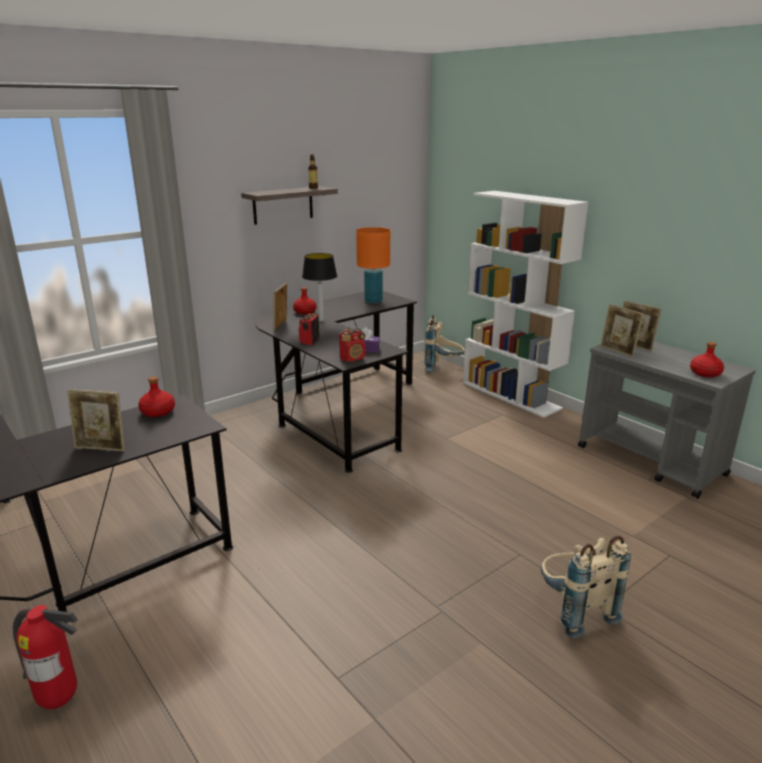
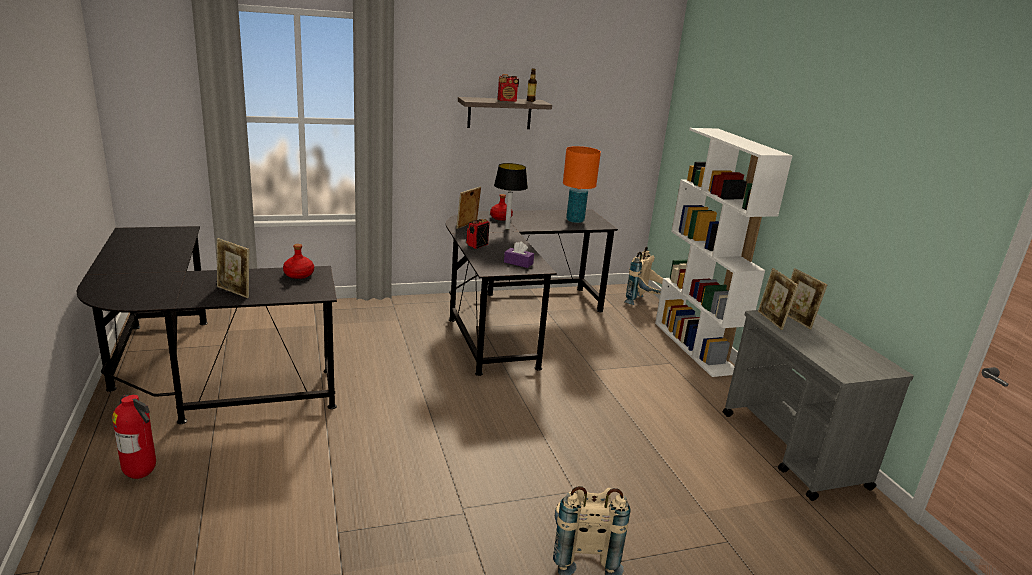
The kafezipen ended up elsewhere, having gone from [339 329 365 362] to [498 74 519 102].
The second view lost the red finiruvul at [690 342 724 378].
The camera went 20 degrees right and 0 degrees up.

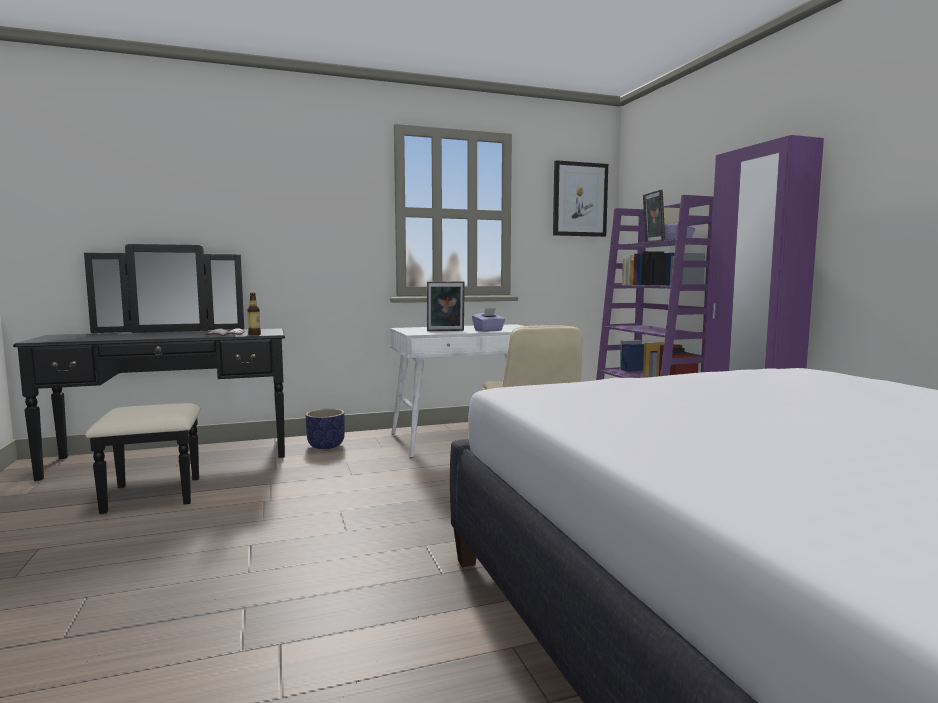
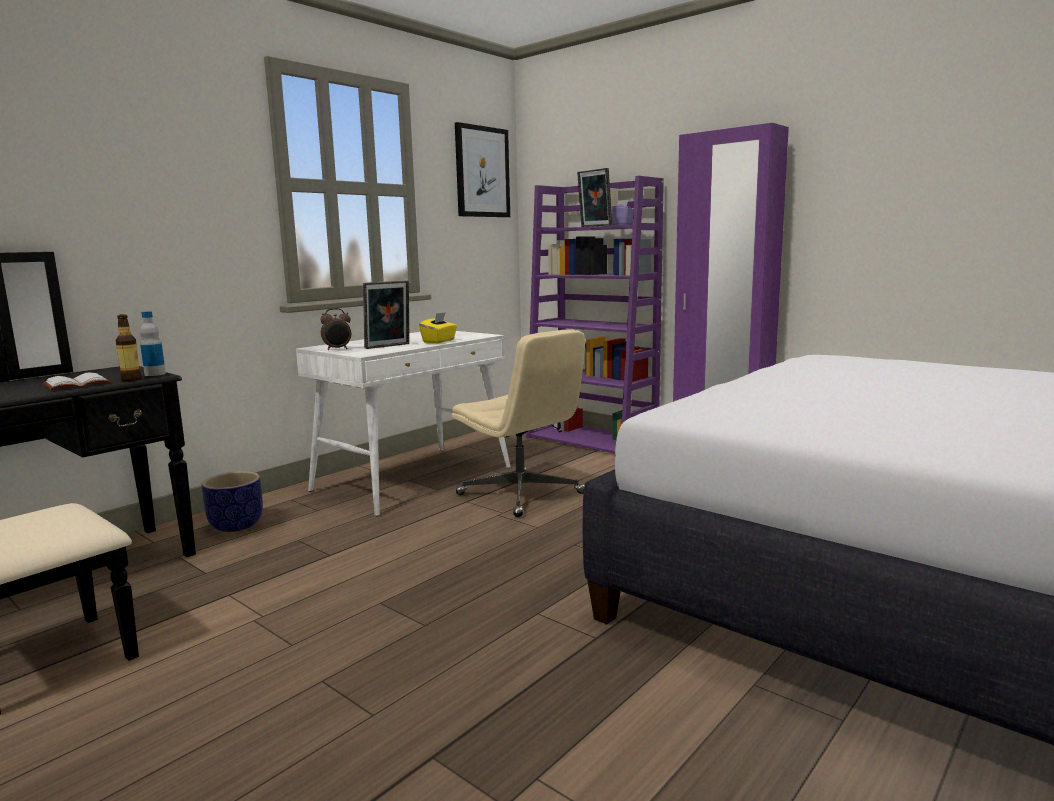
The second view gained the finiruvul at [140 311 166 376].
The second view gained the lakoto at [321 308 351 350].
What was the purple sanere at [472 308 505 332] turned into the yellow sanere at [419 312 457 343].
The camera went 30 degrees left and 5 degrees up.

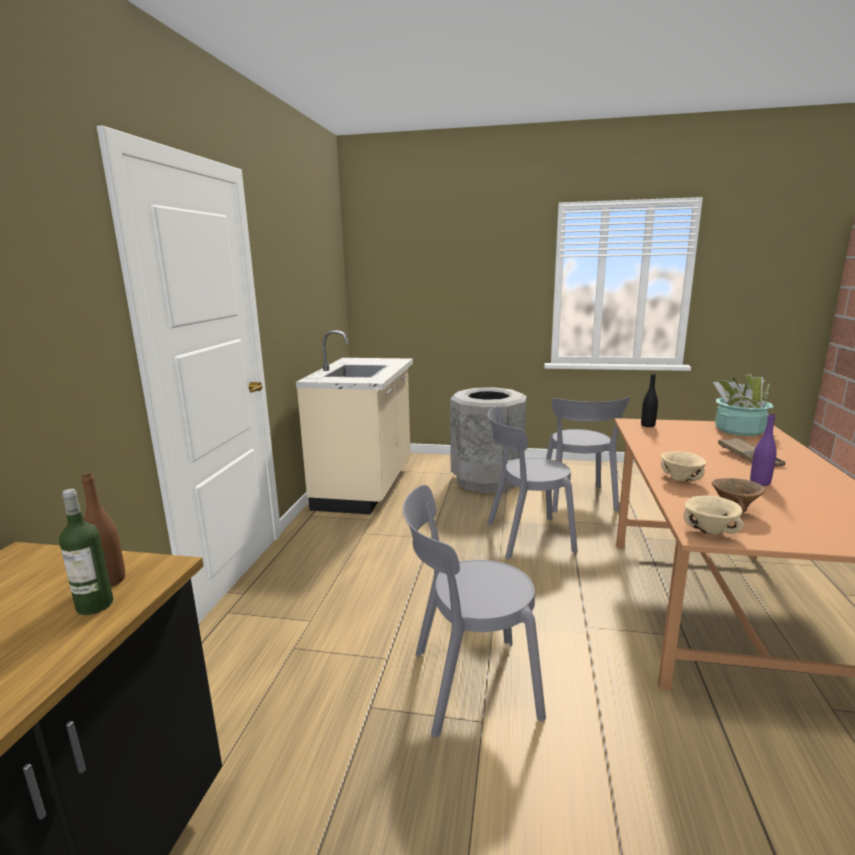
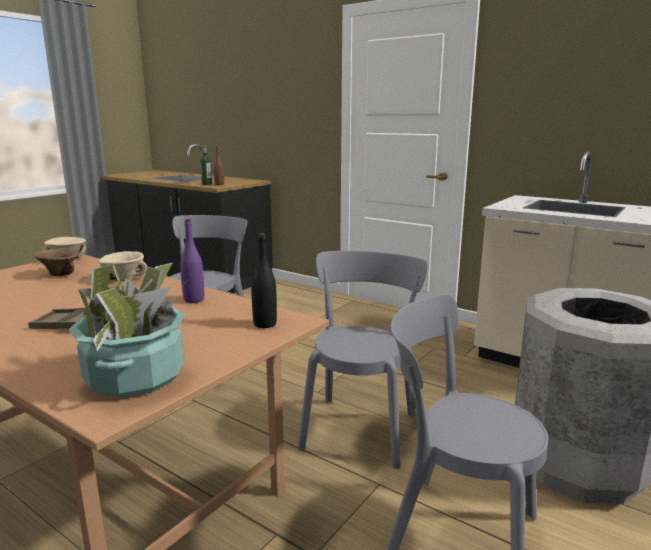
The purple finiruvul ended up elsewhere, having gone from [750 413 777 486] to [180 219 204 303].
The camera went 115 degrees right and 0 degrees up.

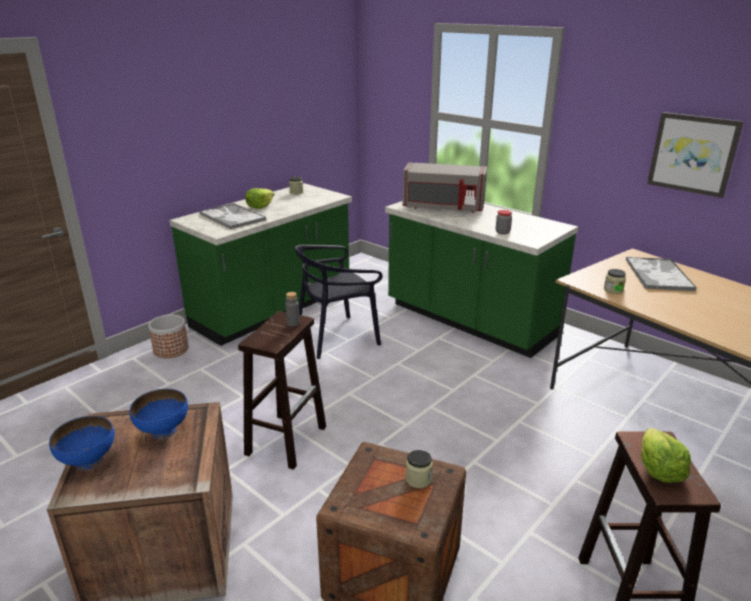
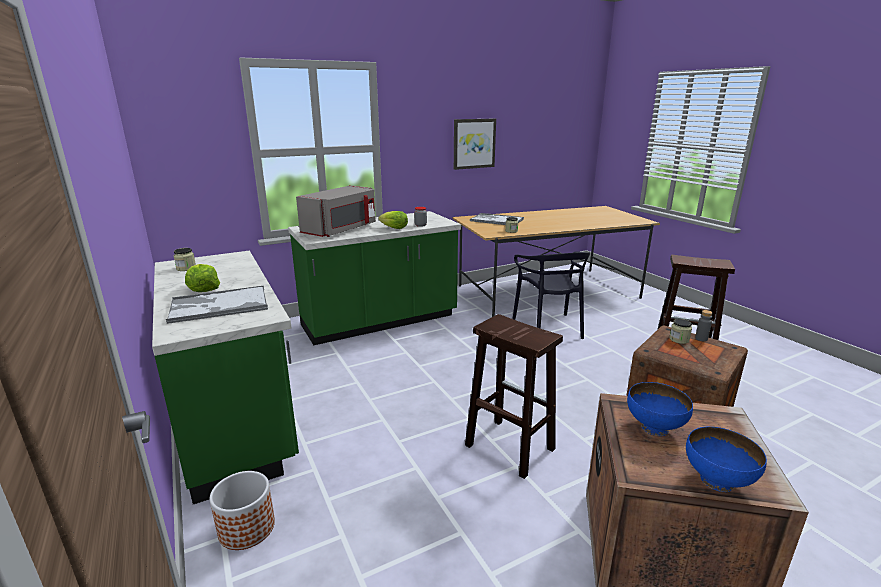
The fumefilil ended up elsewhere, having gone from [641 428 691 483] to [379 211 408 229].
The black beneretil ended up elsewhere, having gone from [294 245 383 359] to [512 251 590 339].
The grey finiruvul ended up elsewhere, having gone from [285 292 300 327] to [695 310 713 341].
The camera went 70 degrees left and 5 degrees down.

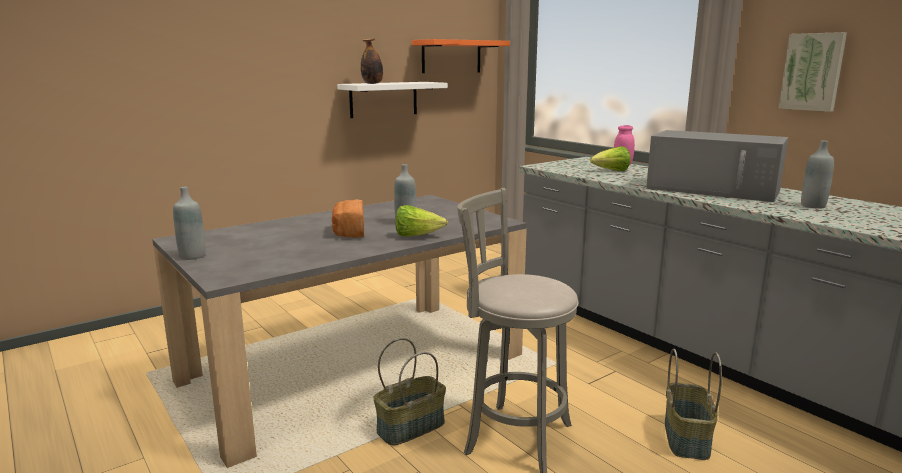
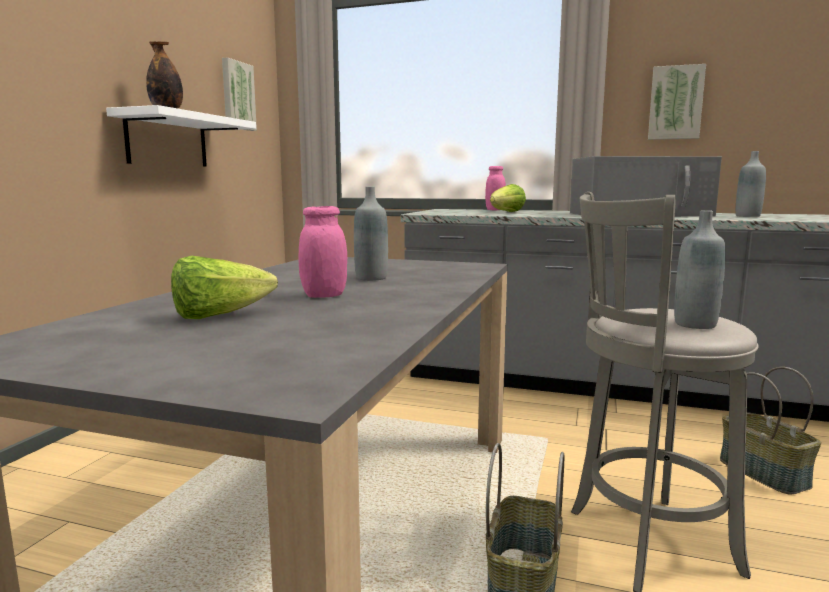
The fumefilil ended up elsewhere, having gone from [395 205 448 237] to [171 256 278 319].
Where the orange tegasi hung at [412 39 510 73], the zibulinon came to hang at [222 57 257 131].
Where the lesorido stood at [332 199 364 238], the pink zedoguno came to stand at [298 206 347 298].
The grey finiruvul ended up elsewhere, having gone from [173 187 205 260] to [674 210 726 329].
The camera went 35 degrees left and 5 degrees down.

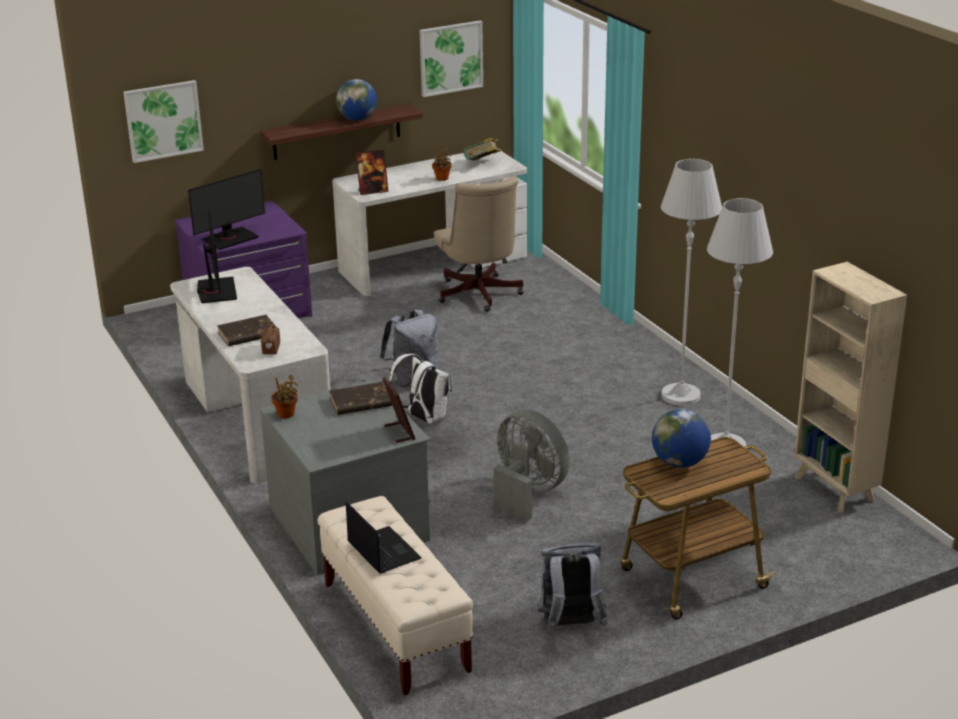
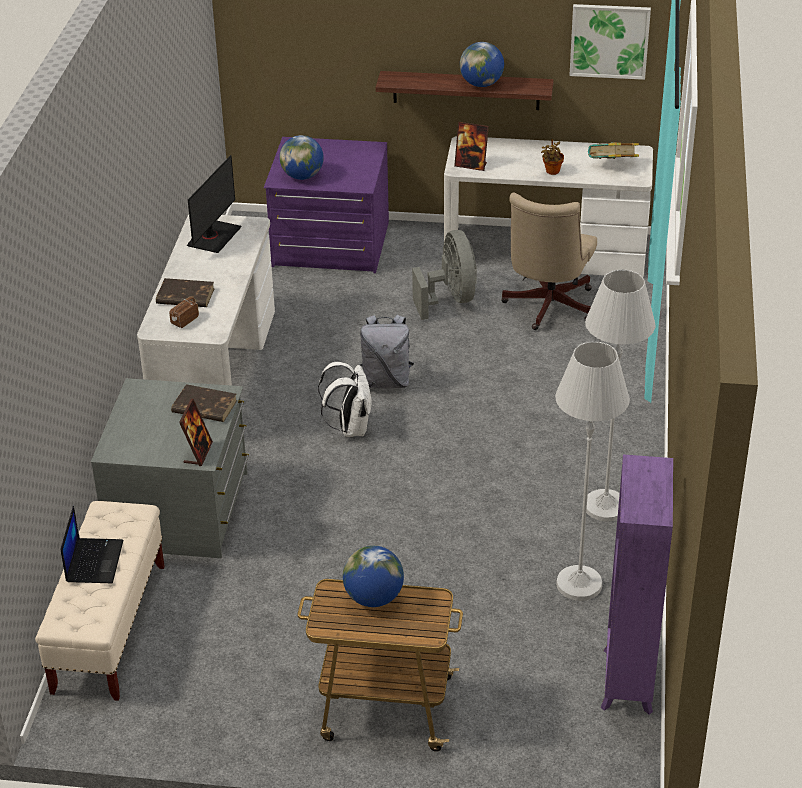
Where the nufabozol stood at [188 169 265 250], the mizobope came to stand at [279 135 324 180].
The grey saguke ended up elsewhere, having gone from [493 410 570 522] to [412 230 477 320].
What was the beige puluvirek at [794 262 907 512] turned into the purple puluvirek at [601 454 673 714].
The second view lost the zibulinon at [123 80 204 163].
The second view lost the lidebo at [271 375 298 418].
The second view lost the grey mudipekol at [538 542 608 630].
The camera went 35 degrees right and 10 degrees up.

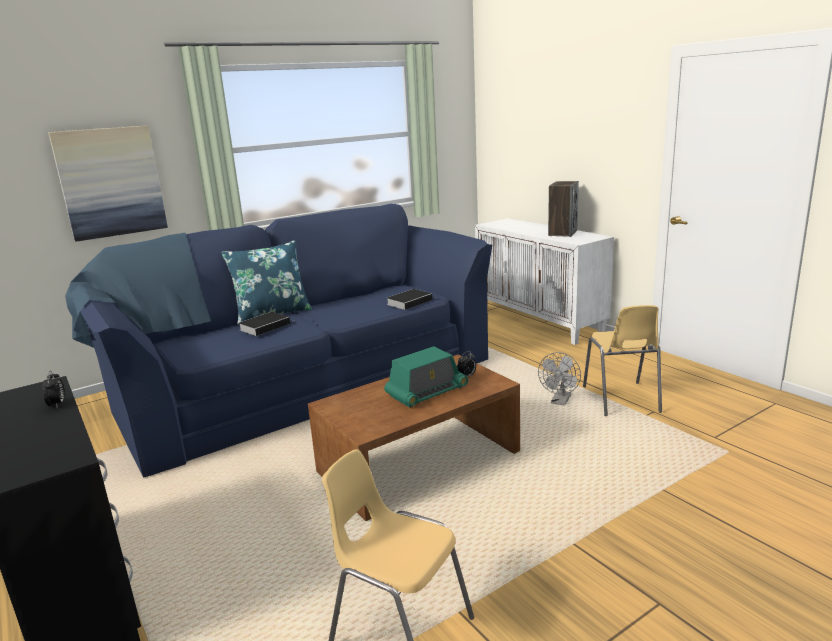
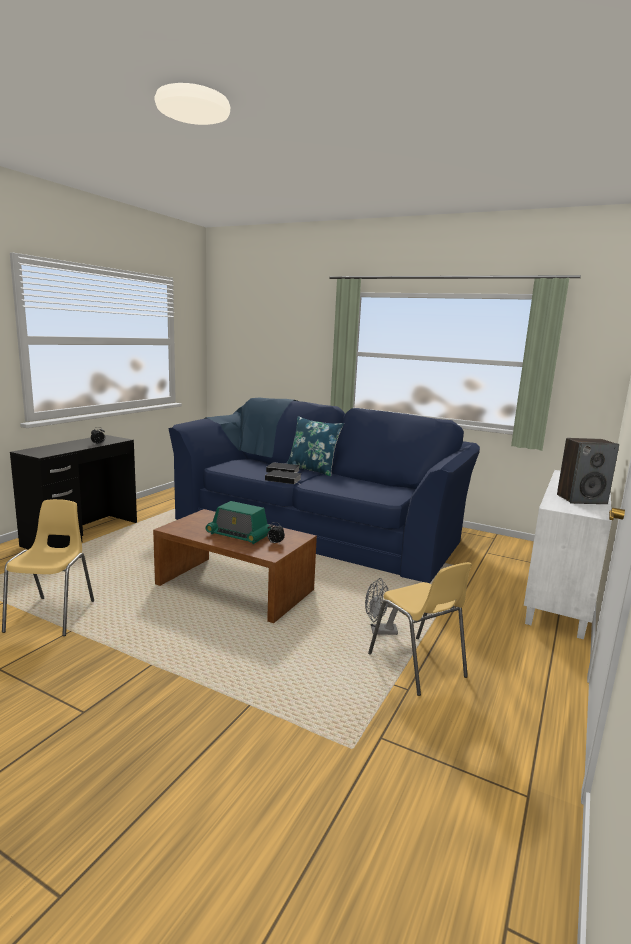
The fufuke ended up elsewhere, having gone from [387 289 432 310] to [265 470 301 484].
The yellow beneretil at [583 305 662 416] ended up facing another way, 90 degrees counterclockwise from before.
The second view lost the zibulinon at [49 125 168 242].
The camera went 60 degrees right and 5 degrees down.

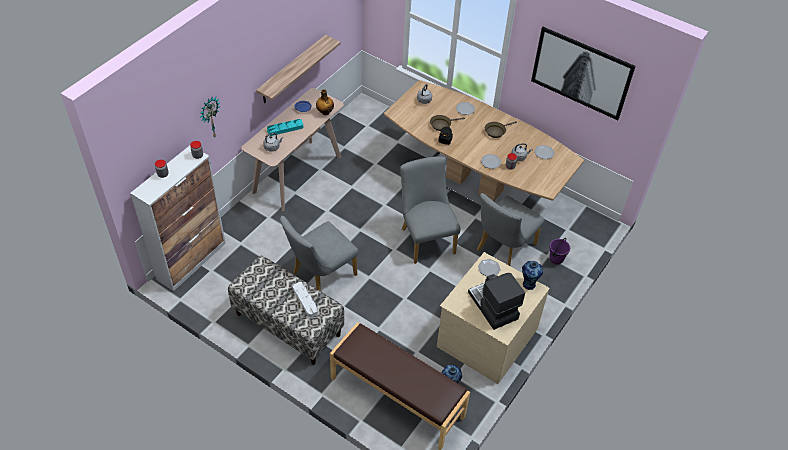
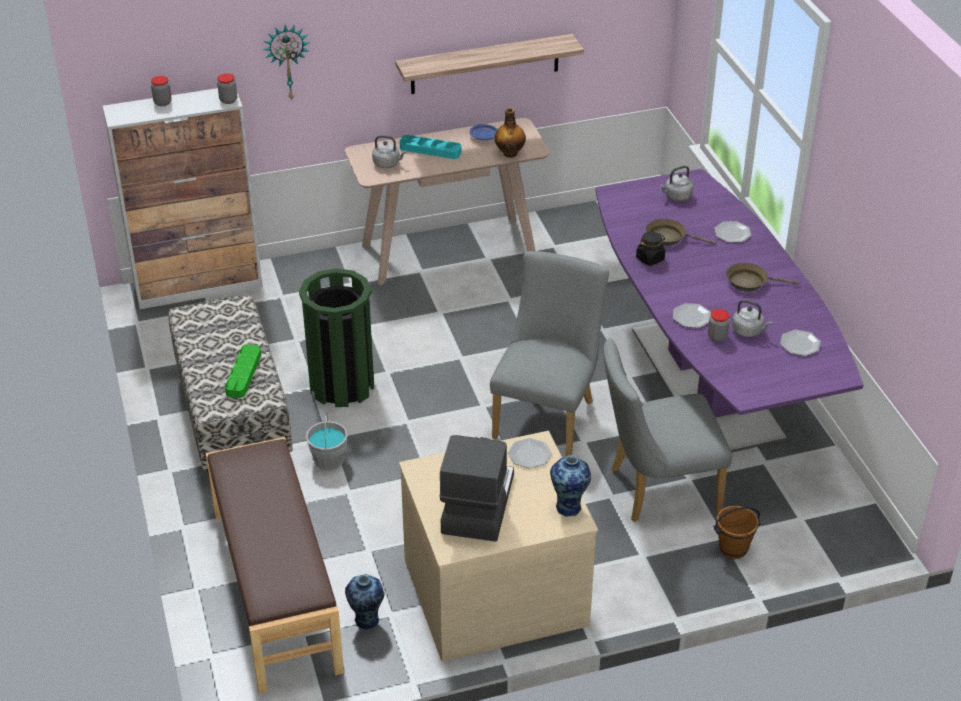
What was the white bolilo at [293 282 318 317] turned into the green bolilo at [225 344 261 398].
Where the grey beneretil stood at [280 216 358 291], the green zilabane came to stand at [299 268 374 407].
The second view gained the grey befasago at [306 413 348 470].
What was the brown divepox at [384 80 584 207] turned into the purple divepox at [595 169 863 452].
What was the purple befasago at [549 238 570 265] turned into the brown befasago at [713 506 761 559].
The second view lost the zibulinon at [531 27 636 120].
The camera went 40 degrees right and 10 degrees down.

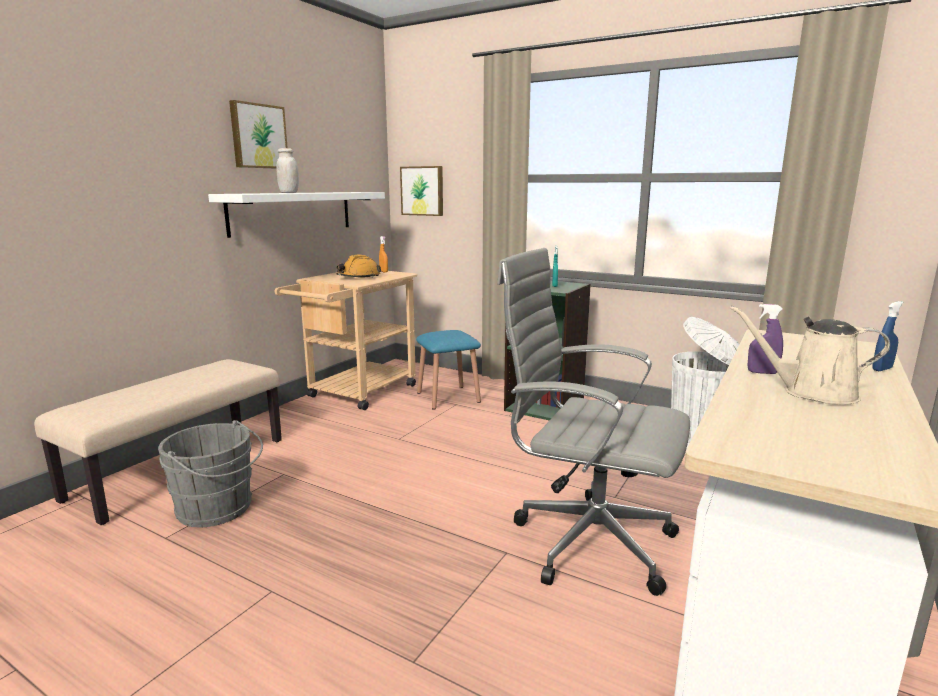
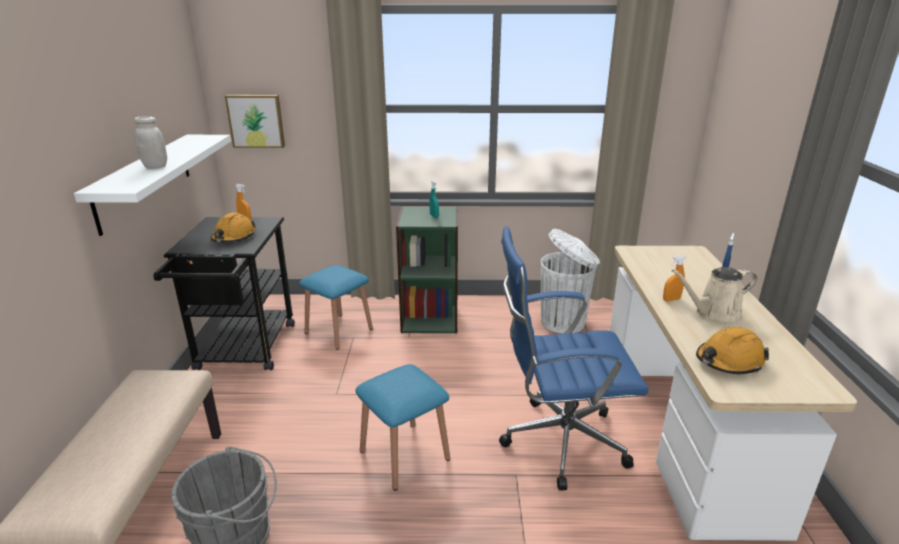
What was the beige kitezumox at [275 271 417 410] turned into the black kitezumox at [154 217 295 371].
The second view gained the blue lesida at [355 364 450 490].
What was the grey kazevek at [497 248 690 596] turned into the blue kazevek at [499 226 649 491].
What was the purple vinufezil at [747 304 783 374] turned into the orange vinufezil at [663 255 686 301].
The second view gained the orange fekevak at [696 327 769 374].
The second view lost the zibulinon at [229 100 288 169].
The camera went 30 degrees left and 10 degrees up.

